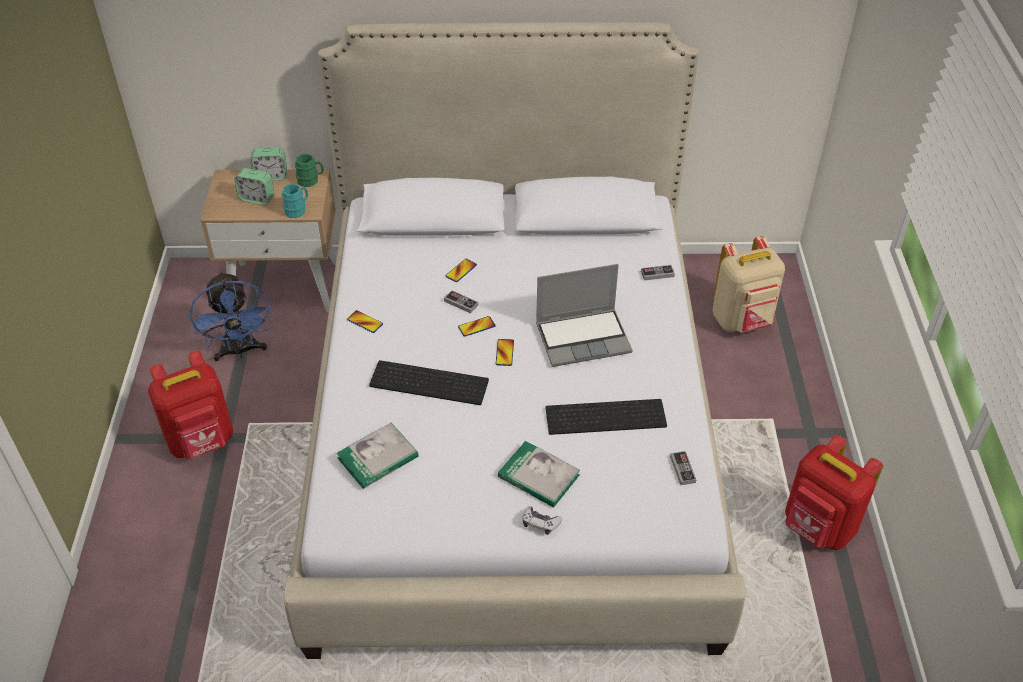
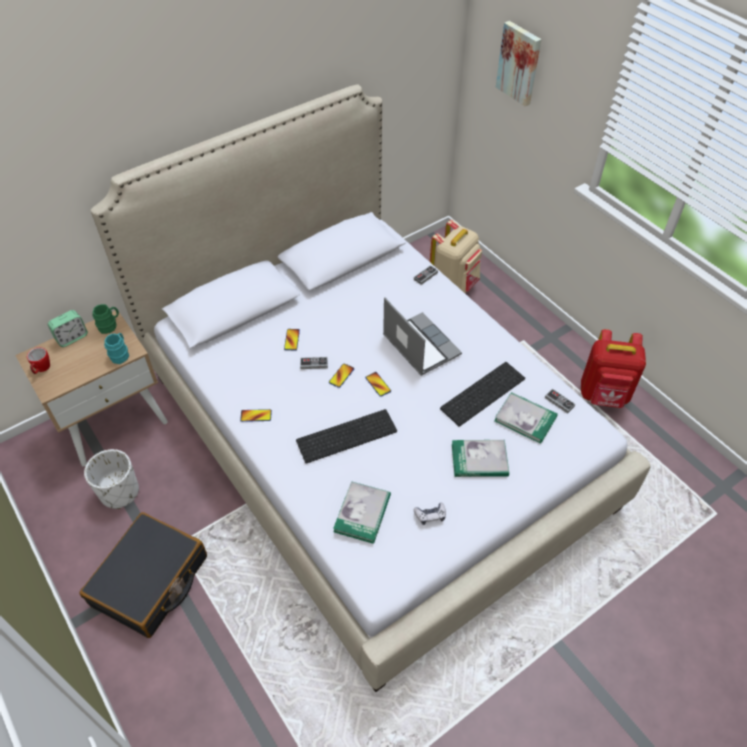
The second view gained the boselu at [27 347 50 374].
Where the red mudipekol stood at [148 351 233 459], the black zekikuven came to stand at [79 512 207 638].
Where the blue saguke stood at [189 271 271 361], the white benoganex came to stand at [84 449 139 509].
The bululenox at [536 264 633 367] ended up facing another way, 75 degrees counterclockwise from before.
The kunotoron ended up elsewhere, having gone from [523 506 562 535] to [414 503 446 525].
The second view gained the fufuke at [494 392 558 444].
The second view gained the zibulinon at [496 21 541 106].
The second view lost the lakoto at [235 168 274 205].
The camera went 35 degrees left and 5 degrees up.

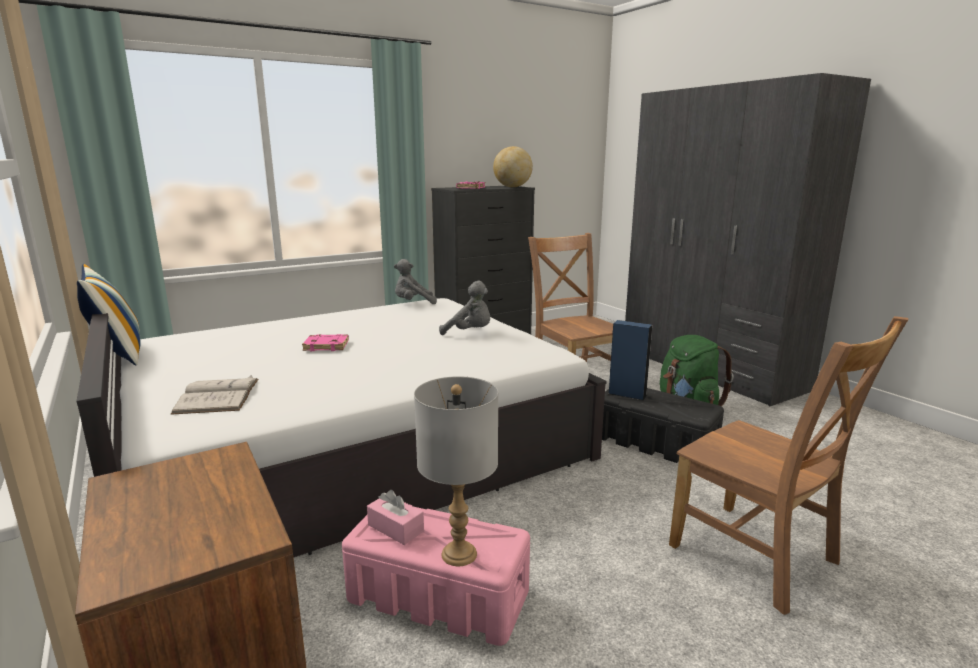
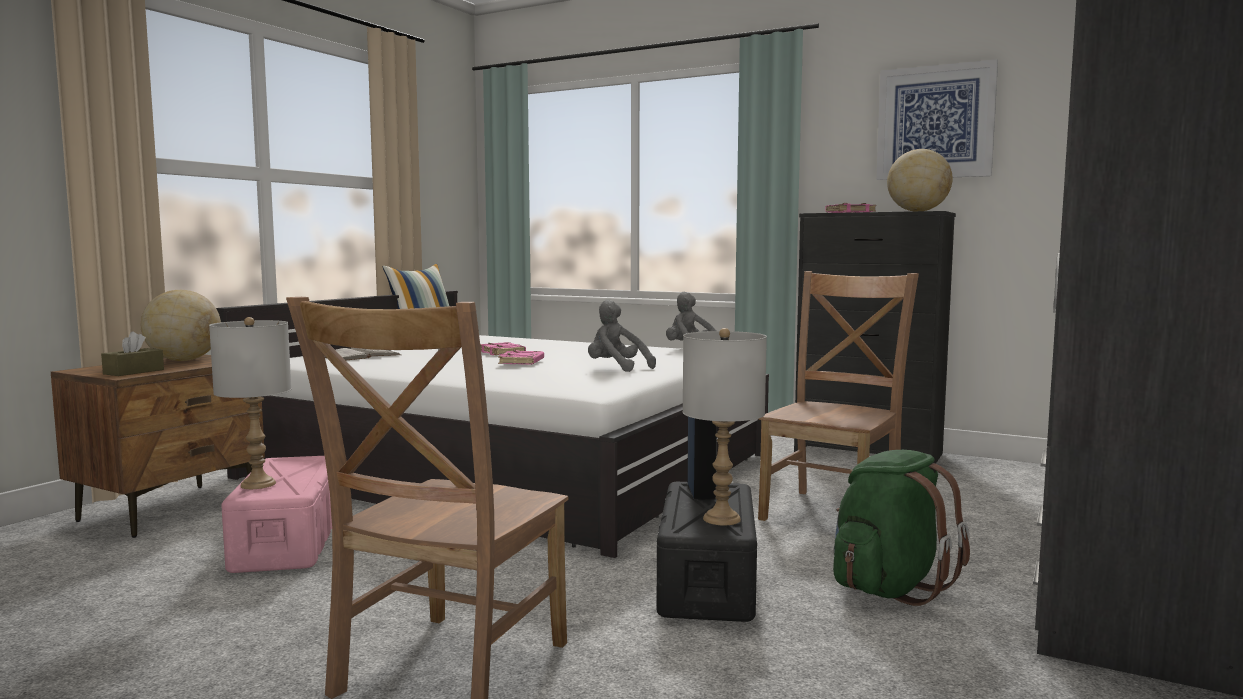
The second view gained the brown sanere at [101 331 164 376].
The second view gained the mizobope at [141 290 221 361].
The second view gained the pink fufuke at [498 350 544 365].
The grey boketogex at [439 281 490 335] ended up facing another way, 135 degrees clockwise from before.
The second view gained the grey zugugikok at [683 328 767 525].
The second view gained the zibulinon at [876 59 998 180].
The second view lost the pink sanere at [367 490 424 545].
The camera went 60 degrees right and 10 degrees down.

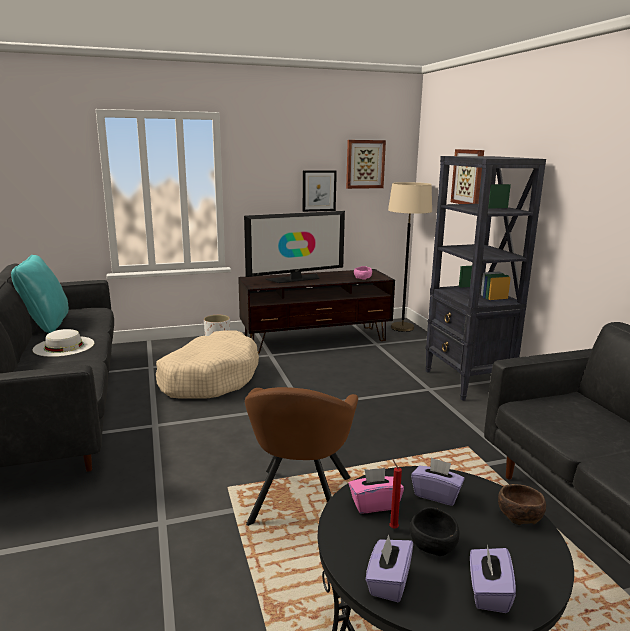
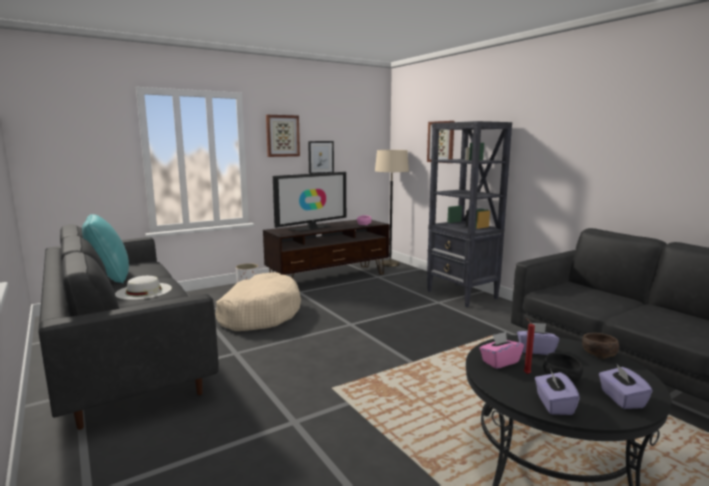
The zibulinon ended up elsewhere, having gone from [346 140 386 189] to [266 115 300 157].
The second view lost the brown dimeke at [245 387 358 526].
The camera went 15 degrees left and 5 degrees down.

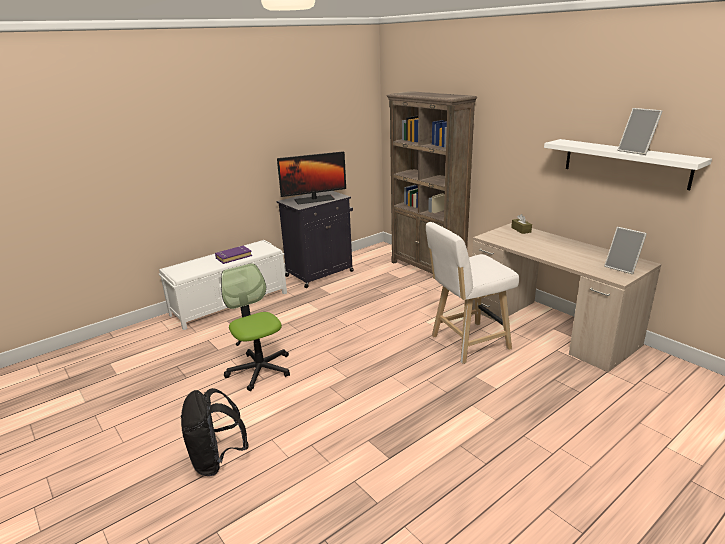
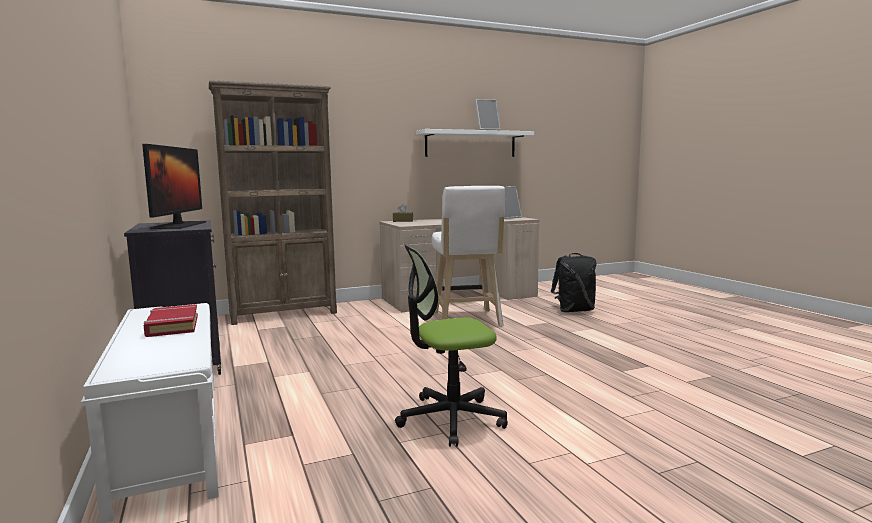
What was the purple fufuke at [215 246 252 264] turned into the red fufuke at [144 304 198 337].
The black mudipekol ended up elsewhere, having gone from [181 388 249 476] to [551 253 596 312].
The camera went 75 degrees left and 15 degrees down.

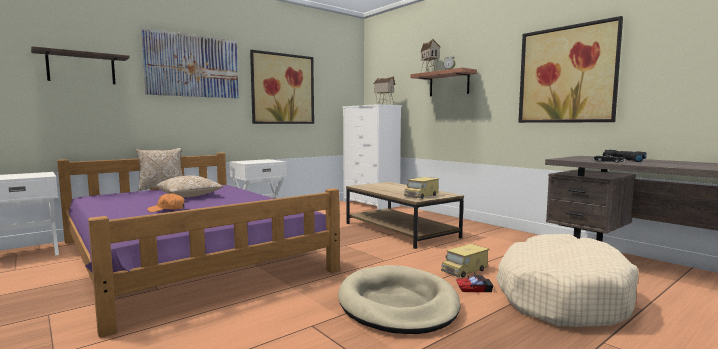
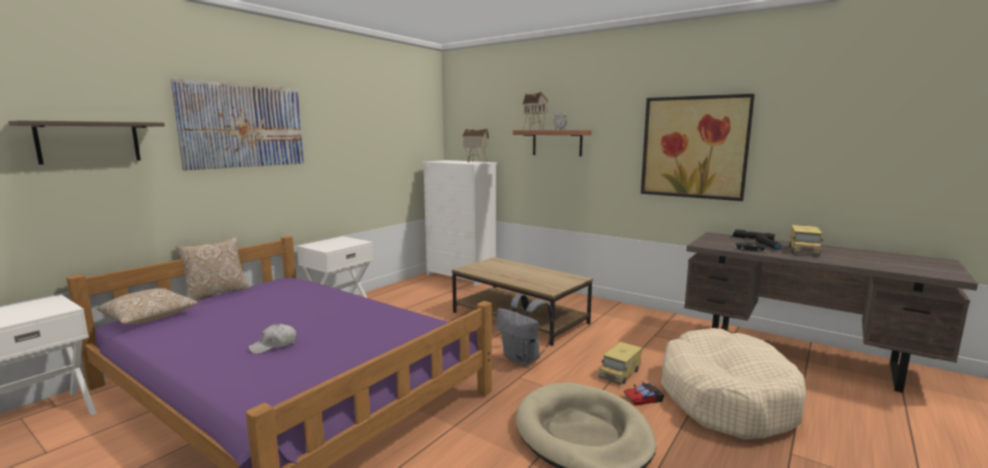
The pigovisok ended up elsewhere, having gone from [156 175 224 197] to [97 288 199 325].
What was the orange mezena at [147 193 185 212] turned into the white mezena at [248 324 296 354].
The second view gained the grey mudipekol at [496 294 554 366].
The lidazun ended up elsewhere, having gone from [404 177 440 199] to [789 225 823 255].
The second view lost the zibulinon at [250 50 314 124].
The camera went 15 degrees left and 5 degrees up.

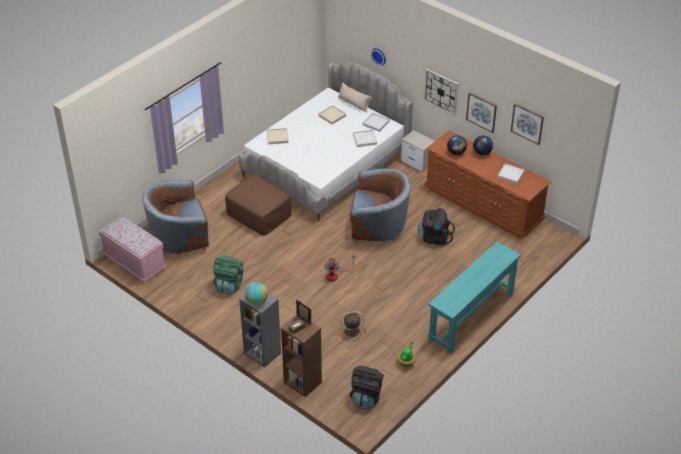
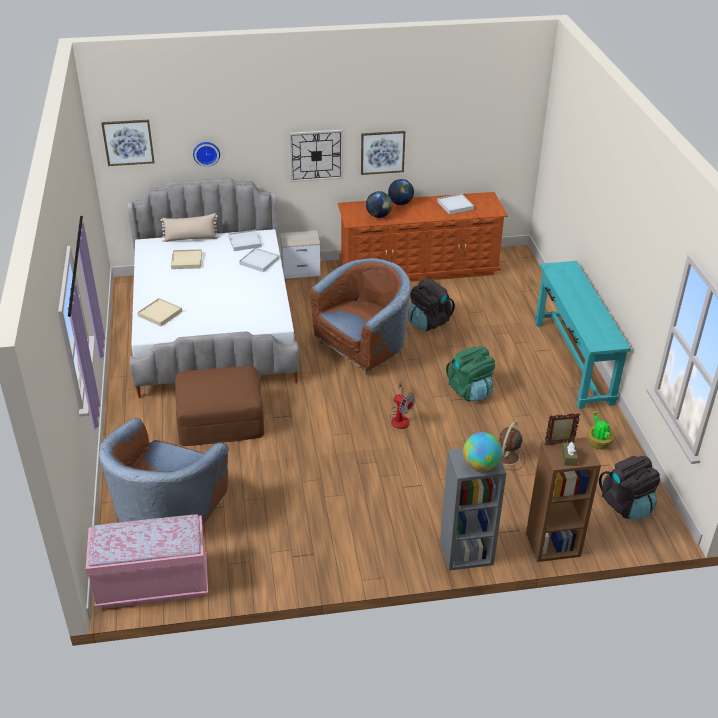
The zibulinon ended up elsewhere, having gone from [511 103 544 145] to [101 120 155 166].
The green mudipekol ended up elsewhere, having gone from [213 255 243 294] to [446 346 495 402].
The camera went 50 degrees left and 5 degrees down.

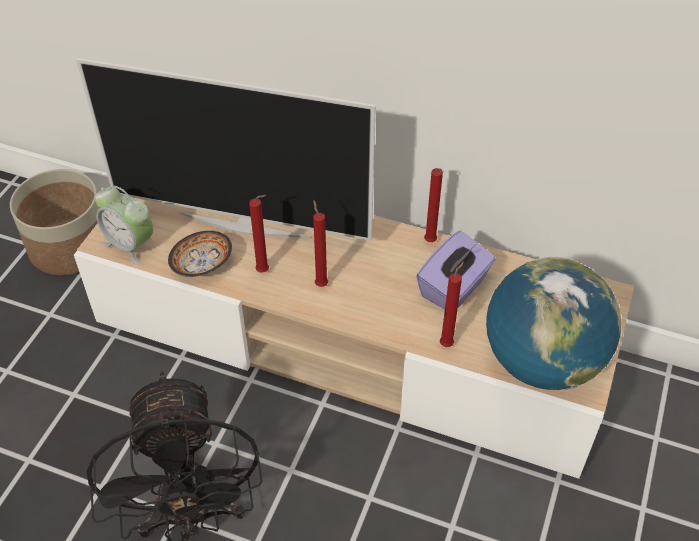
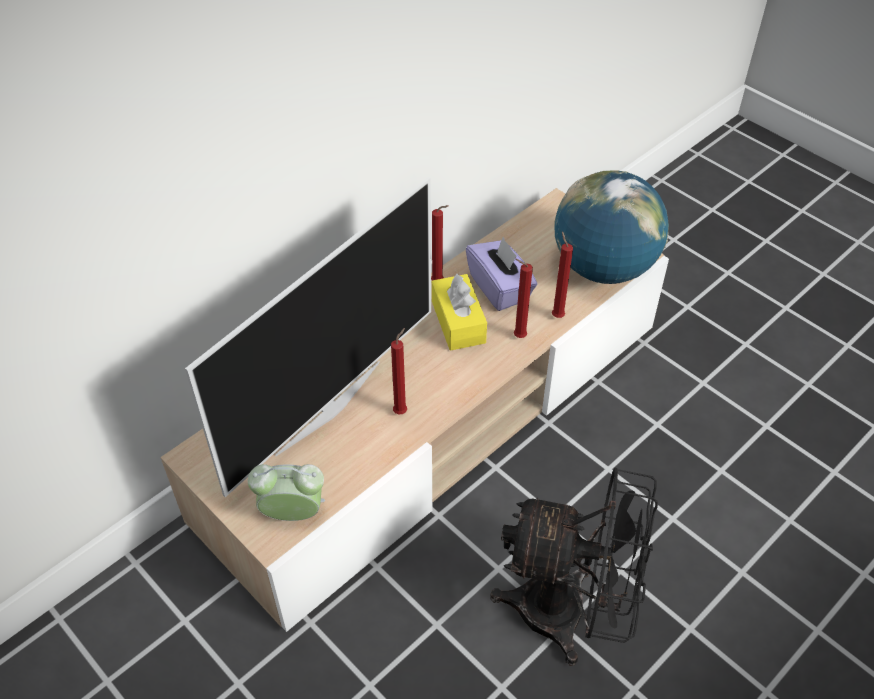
The lakoto at [95 186 153 265] ended up facing another way, 150 degrees counterclockwise from before.
The second view gained the yellow sanere at [432 274 487 351].
The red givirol ended up elsewhere, having gone from [313 200 328 287] to [514 259 533 338].
The second view lost the benoganex at [10 169 100 275].
The second view lost the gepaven at [168 231 232 277].
The camera went 65 degrees left and 0 degrees up.

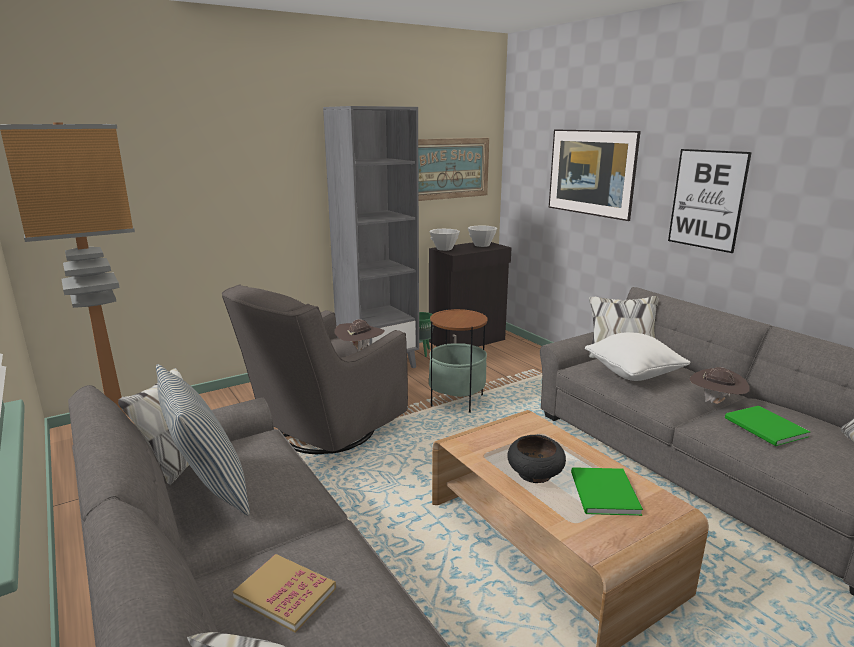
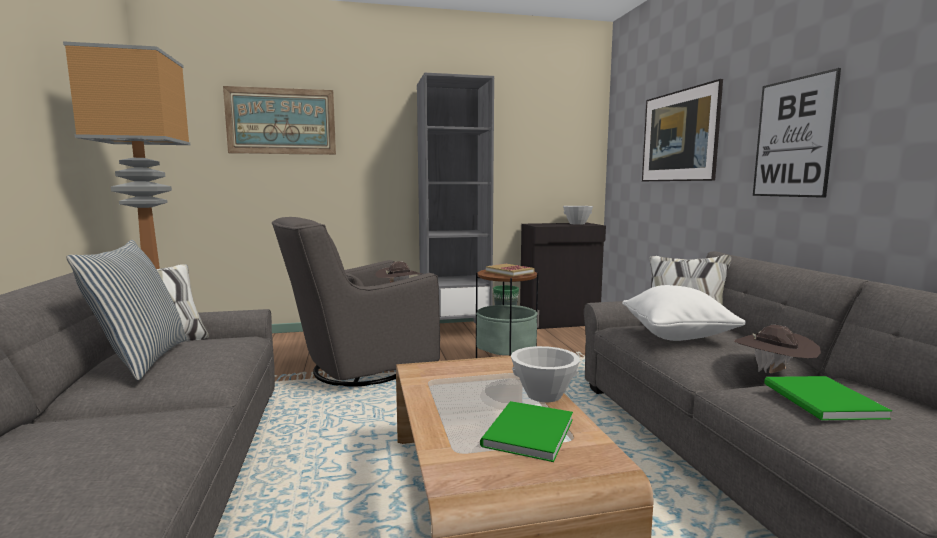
The zibulinon ended up elsewhere, having gone from [418 138 489 201] to [223 86 336 155].
The fufuke ended up elsewhere, having gone from [233 554 336 633] to [486 264 534 277].
The white gepaven ended up elsewhere, having gone from [430 229 460 251] to [511 346 580 402].
The second view lost the black gepaven at [507 435 566 483].
The camera went 20 degrees right and 10 degrees down.

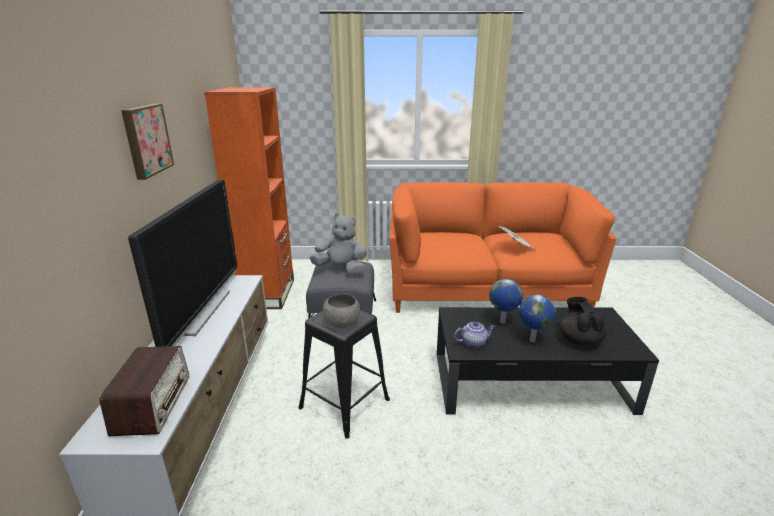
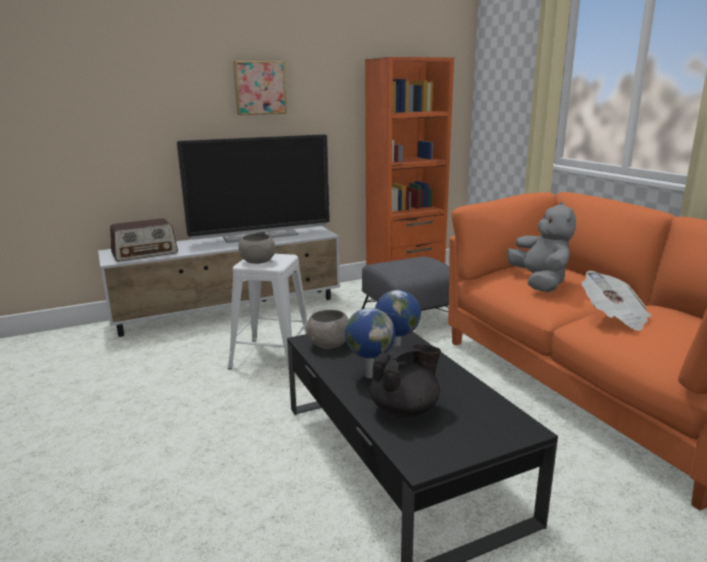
What was the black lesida at [299 310 390 439] turned into the white lesida at [228 254 308 370].
Where the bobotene stood at [454 322 495 349], the grey gepaven came to stand at [306 310 349 349].
The grey boketogex ended up elsewhere, having gone from [310 213 367 276] to [507 202 576 292].
The camera went 65 degrees right and 5 degrees down.

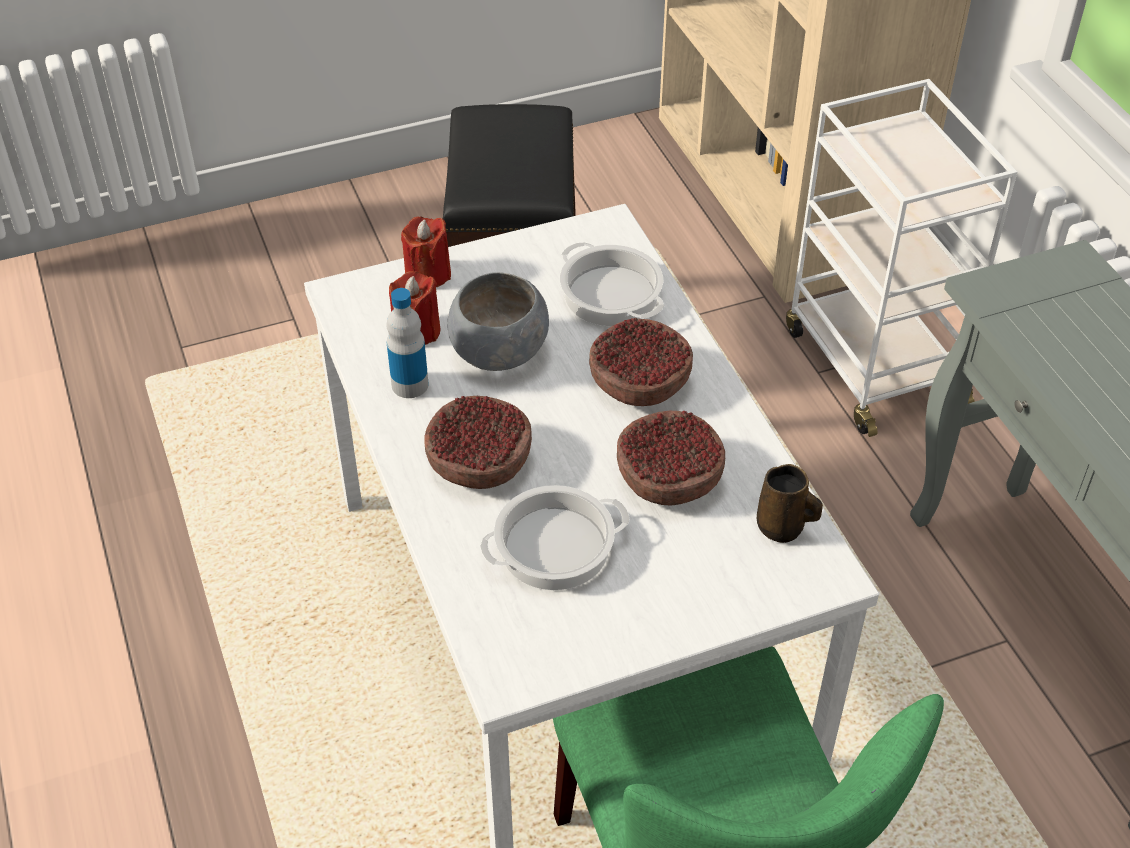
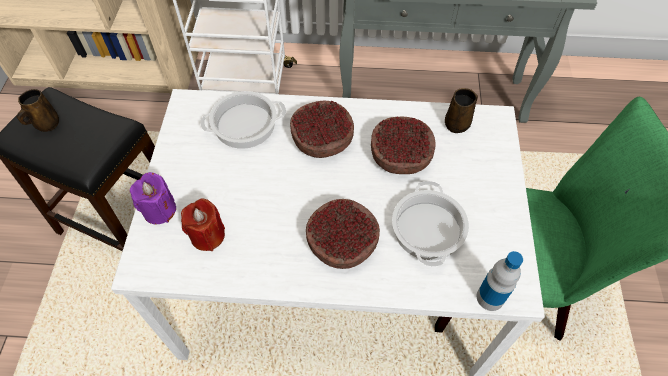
The second view gained the brown boselu at [17 89 59 132].
What was the red givirol at [401 216 451 287] turned into the purple givirol at [130 172 176 224].
The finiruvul ended up elsewhere, having gone from [386 288 429 398] to [477 251 523 311].
The second view lost the grey gepaven at [447 272 549 371].
The camera went 65 degrees left and 10 degrees up.

